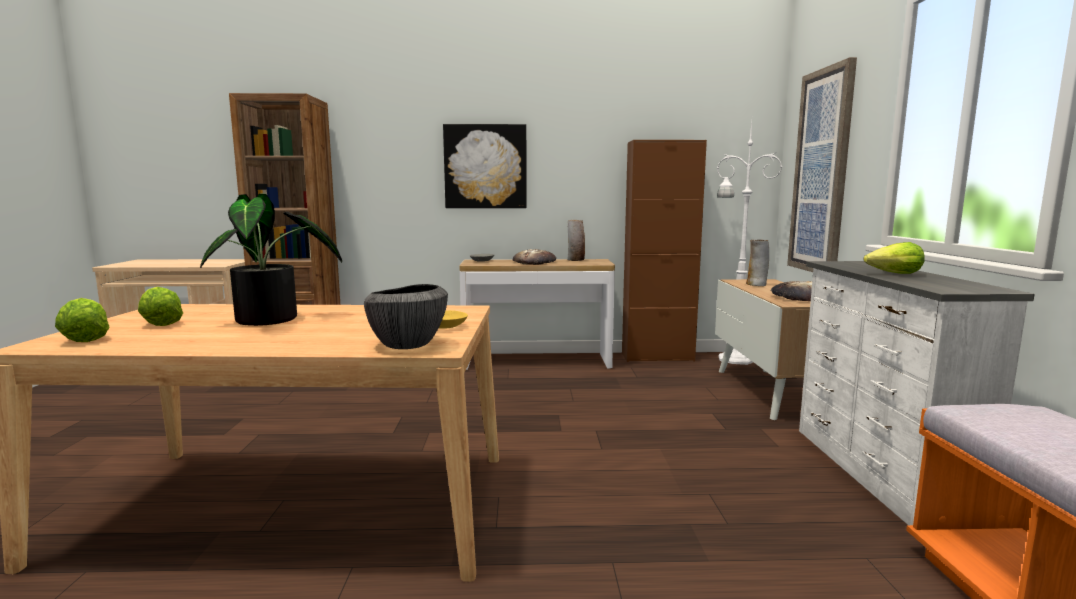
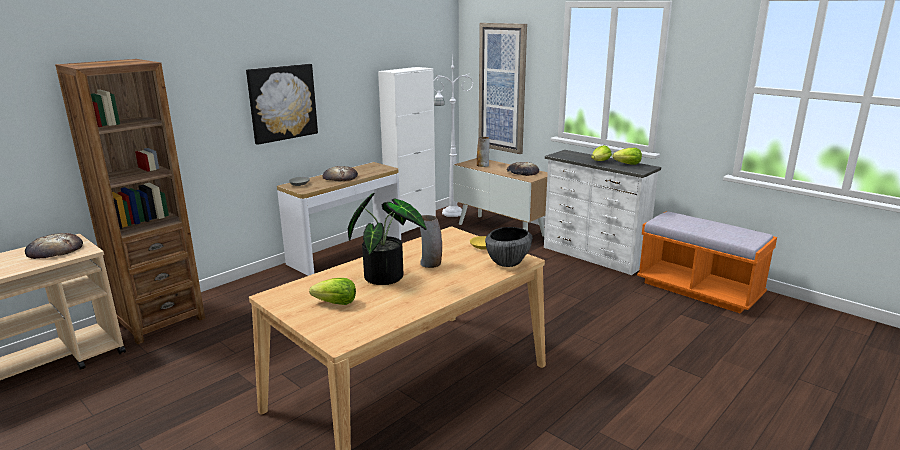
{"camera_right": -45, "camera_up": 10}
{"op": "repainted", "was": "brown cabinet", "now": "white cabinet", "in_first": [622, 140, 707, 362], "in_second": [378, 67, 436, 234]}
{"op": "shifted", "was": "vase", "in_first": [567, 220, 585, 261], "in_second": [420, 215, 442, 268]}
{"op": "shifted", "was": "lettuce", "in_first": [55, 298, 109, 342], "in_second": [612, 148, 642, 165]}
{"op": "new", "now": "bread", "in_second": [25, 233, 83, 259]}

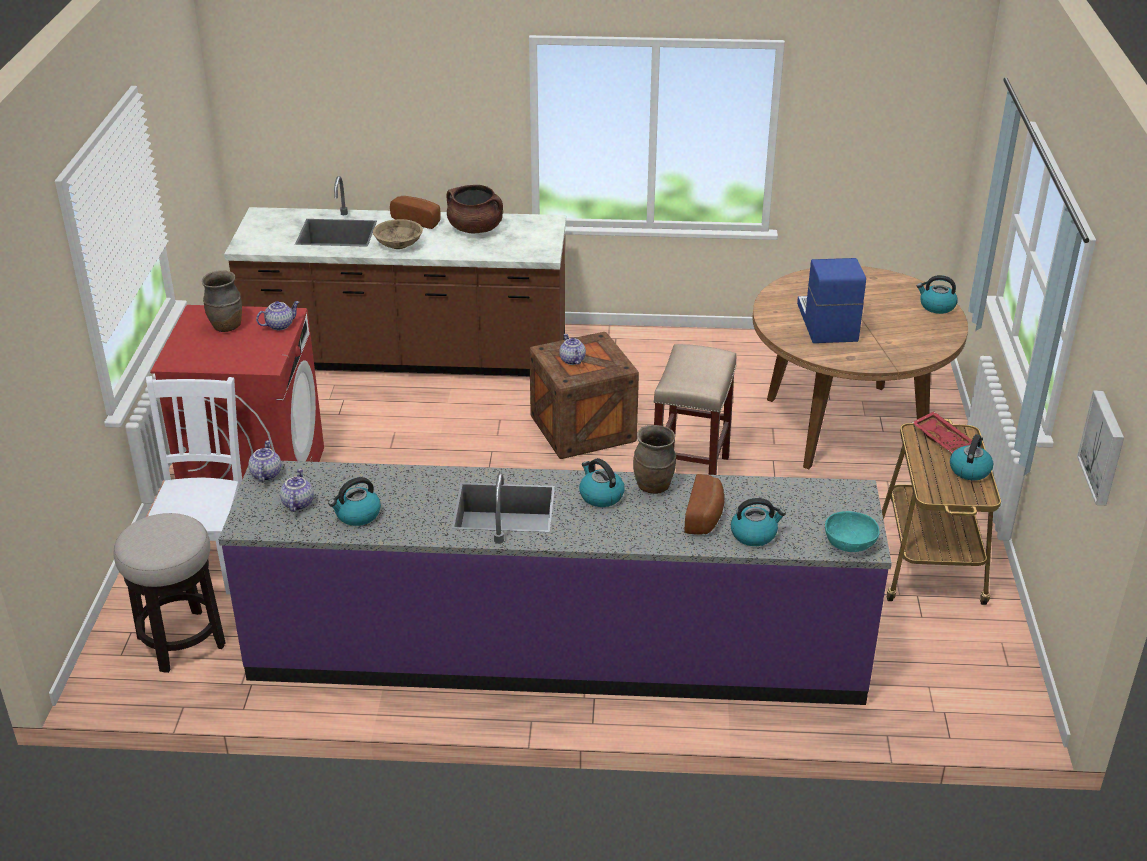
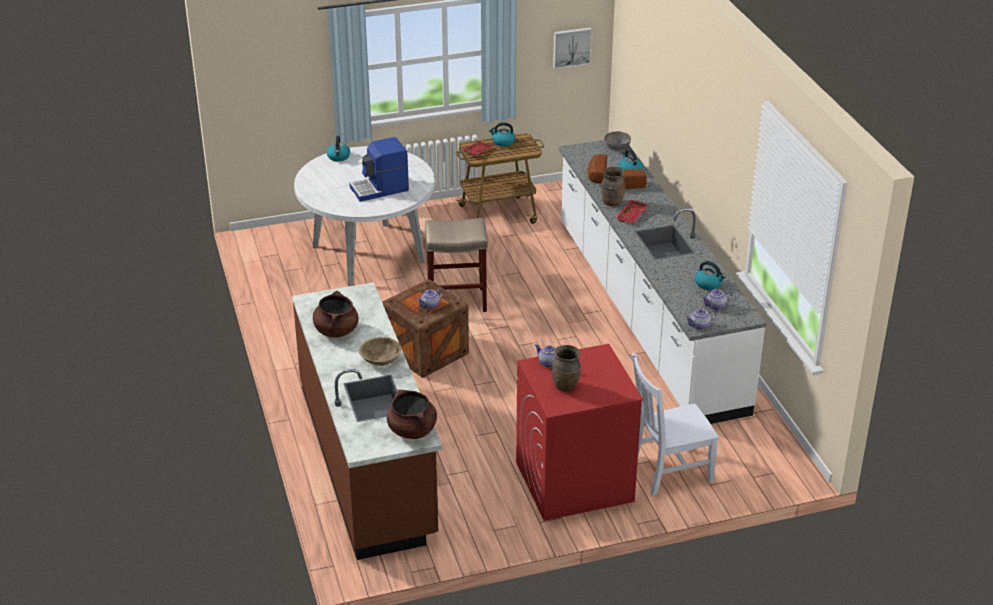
{"camera_right": -110, "camera_up": 0}
{"op": "shifted", "was": "bread", "in_first": [390, 196, 440, 229], "in_second": [587, 154, 607, 184]}
{"op": "repainted", "was": "brown dining table", "now": "white dining table", "in_first": [752, 266, 968, 469], "in_second": [294, 146, 435, 286]}
{"op": "swapped", "was": "kettle", "now": "red tray", "in_first": [579, 458, 625, 507], "in_second": [615, 199, 649, 223]}
{"op": "repainted", "was": "purple counter", "now": "white counter", "in_first": [218, 461, 892, 705], "in_second": [559, 140, 766, 424]}
{"op": "repainted", "was": "turquoise bowl", "now": "grey bowl", "in_first": [825, 511, 880, 552], "in_second": [604, 131, 631, 150]}
{"op": "gone", "was": "stool", "in_first": [114, 513, 226, 673]}
{"op": "new", "now": "brown cooking pot", "in_second": [387, 389, 437, 439]}

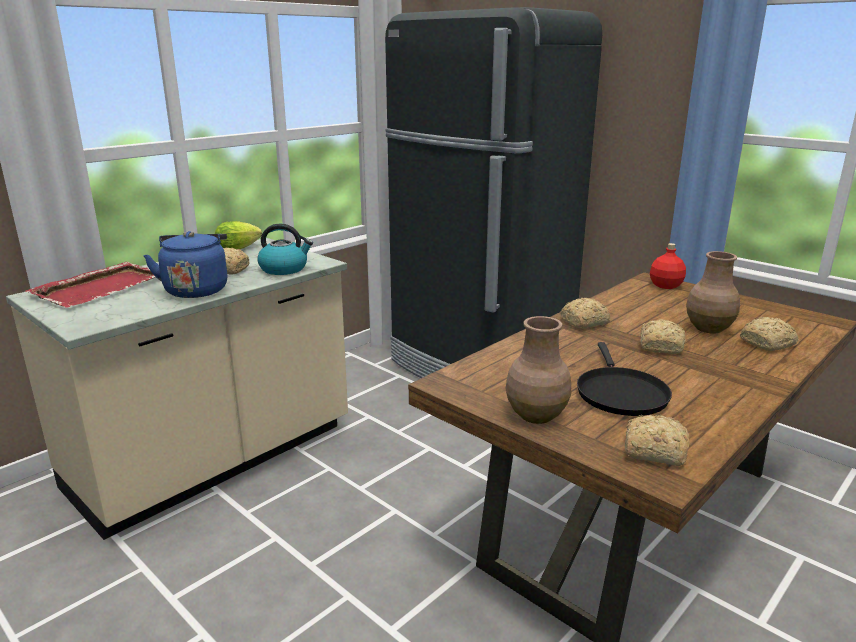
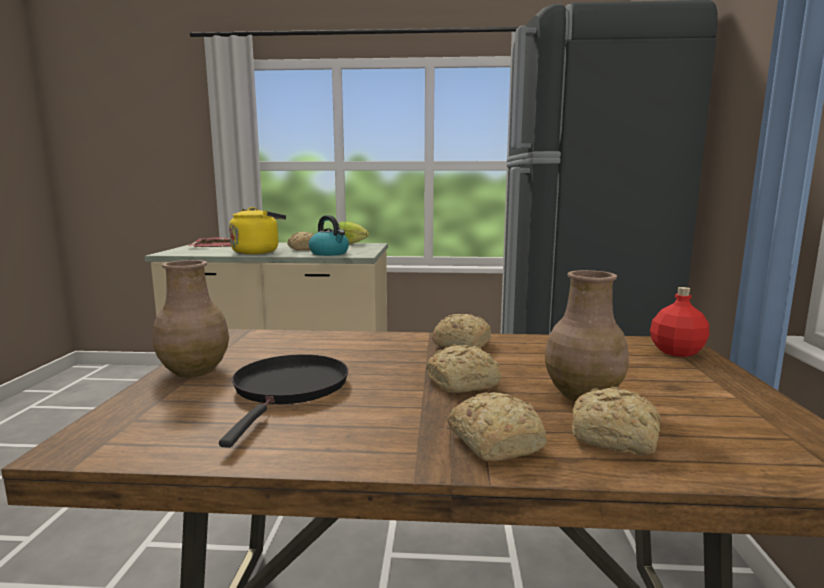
{"camera_right": 50, "camera_up": -10}
{"op": "repainted", "was": "blue kettle", "now": "yellow kettle", "in_first": [143, 231, 228, 298], "in_second": [229, 207, 286, 254]}
{"op": "rotated", "was": "black frying pan", "in_first": [577, 342, 672, 416], "in_second": [219, 354, 348, 448], "clockwise": 135}
{"op": "shifted", "was": "bread", "in_first": [625, 415, 689, 466], "in_second": [447, 392, 547, 461]}

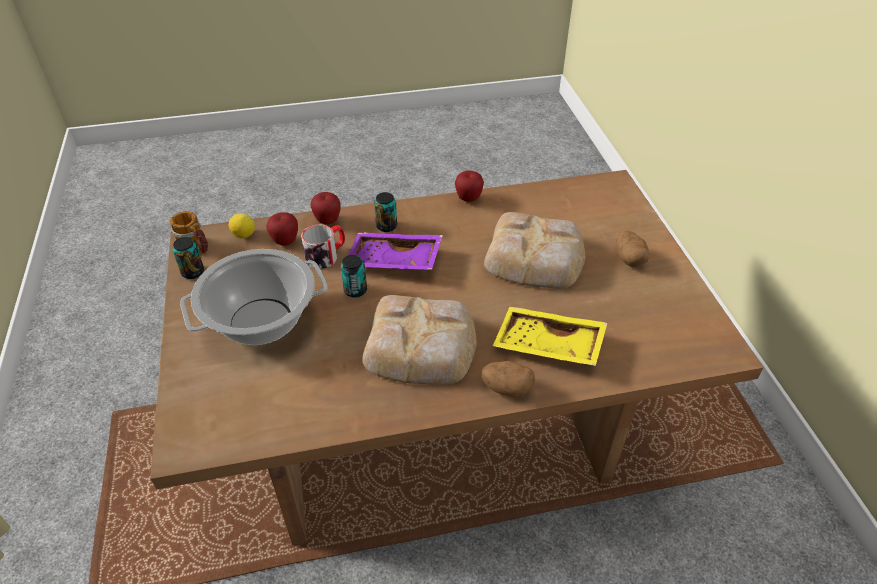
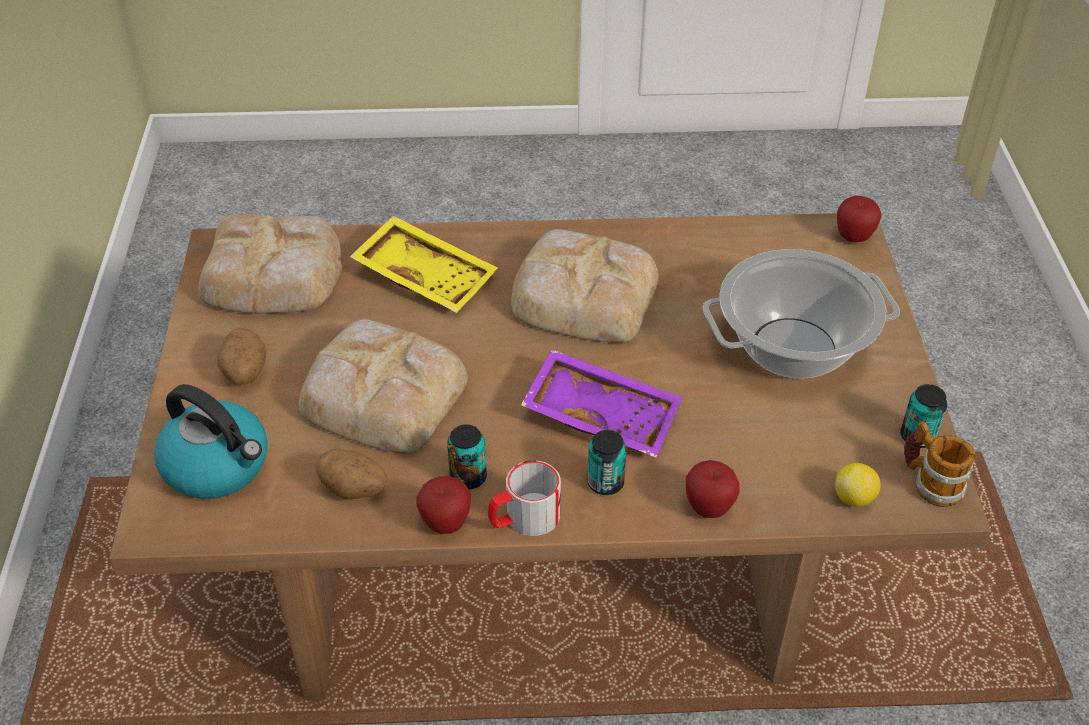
{"camera_right": -170, "camera_up": 0}
{"op": "shifted", "was": "apple", "in_first": [266, 212, 298, 246], "in_second": [837, 196, 882, 242]}
{"op": "shifted", "was": "mug", "in_first": [301, 224, 345, 269], "in_second": [488, 460, 561, 536]}
{"op": "shifted", "was": "can", "in_first": [341, 255, 367, 297], "in_second": [447, 424, 487, 490]}
{"op": "shifted", "was": "potato", "in_first": [482, 361, 535, 397], "in_second": [315, 449, 388, 499]}
{"op": "new", "now": "bread", "in_second": [198, 215, 343, 314]}
{"op": "new", "now": "kettle", "in_second": [154, 384, 268, 499]}

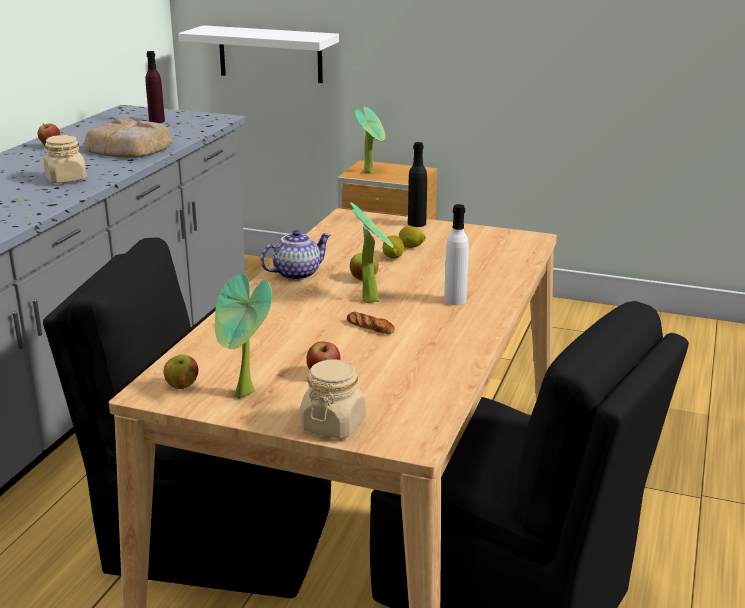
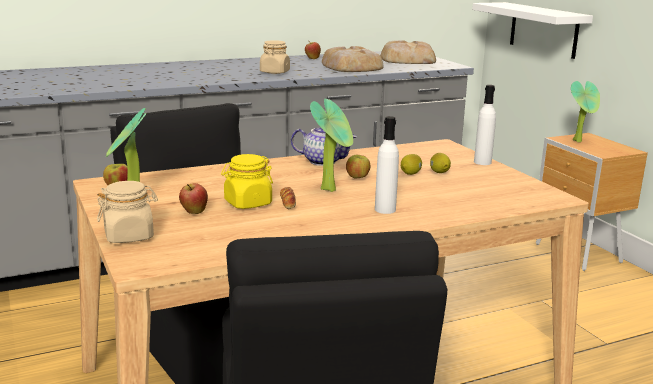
{"camera_right": 45, "camera_up": -5}
{"op": "swapped", "was": "purple bottle", "now": "bread", "in_first": [145, 51, 165, 123], "in_second": [380, 40, 436, 64]}
{"op": "repainted", "was": "black bottle", "now": "white bottle", "in_first": [408, 142, 427, 227], "in_second": [474, 85, 496, 165]}
{"op": "new", "now": "yellow jar", "in_second": [221, 154, 273, 209]}

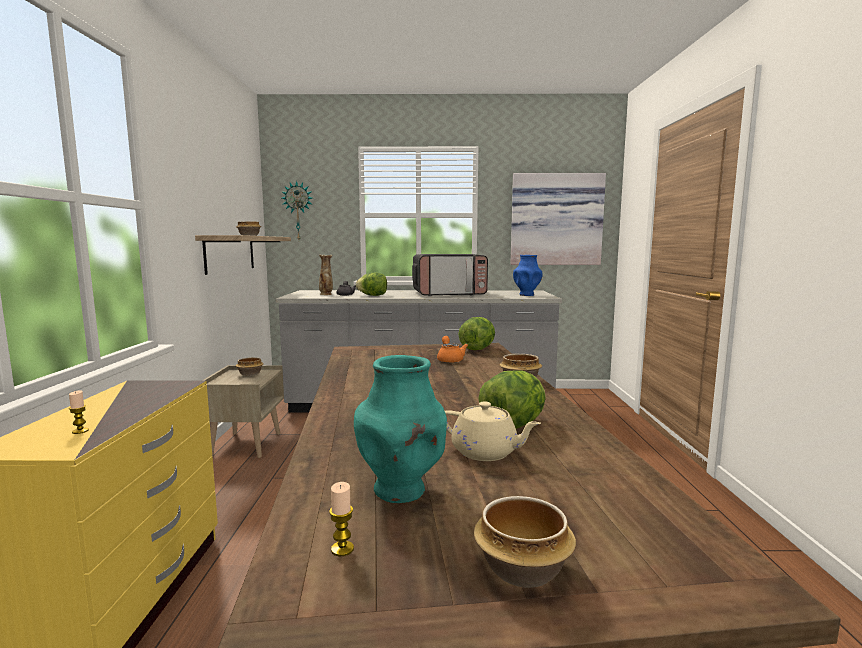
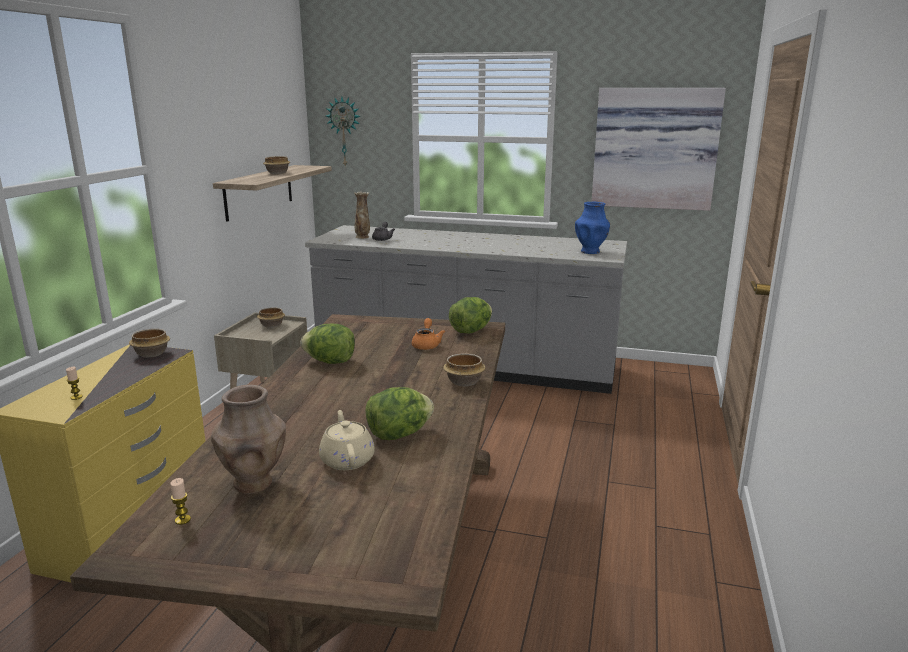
{"camera_right": 15, "camera_up": 10}
{"op": "gone", "was": "microwave", "in_first": [412, 254, 488, 296]}
{"op": "shifted", "was": "lettuce", "in_first": [356, 273, 387, 296], "in_second": [300, 324, 355, 364]}
{"op": "repainted", "was": "turquoise vase", "now": "brown vase", "in_first": [354, 355, 447, 503], "in_second": [211, 385, 286, 494]}
{"op": "rotated", "was": "beige teapot", "in_first": [445, 402, 541, 461], "in_second": [319, 410, 375, 470], "clockwise": -150}
{"op": "shifted", "was": "bowl", "in_first": [474, 496, 576, 588], "in_second": [129, 329, 170, 358]}

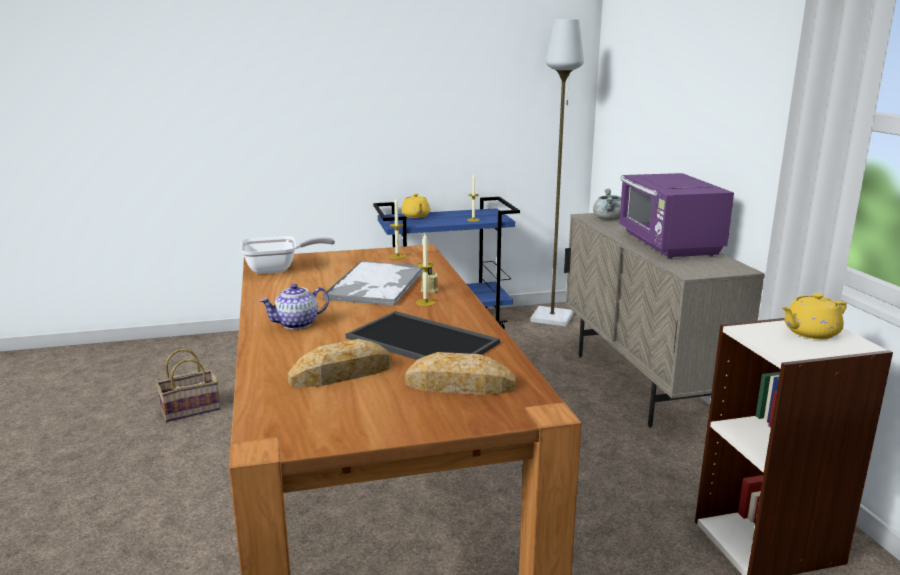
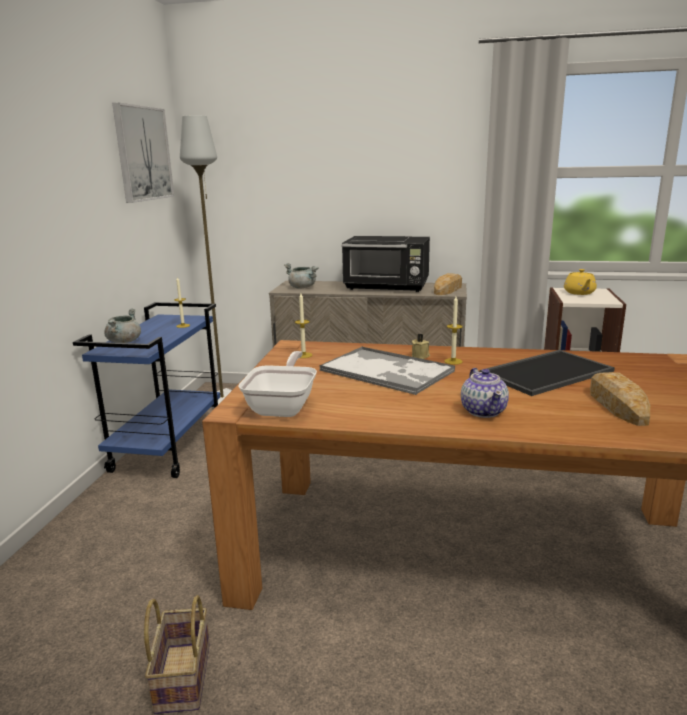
{"camera_right": -65, "camera_up": 0}
{"op": "repainted", "was": "purple microwave", "now": "black microwave", "in_first": [619, 173, 734, 259], "in_second": [342, 236, 430, 292]}
{"op": "swapped", "was": "yellow teapot", "now": "grey cooking pot", "in_first": [401, 193, 430, 218], "in_second": [104, 308, 141, 343]}
{"op": "shifted", "was": "bread", "in_first": [405, 352, 516, 395], "in_second": [434, 273, 462, 295]}
{"op": "new", "now": "picture", "in_second": [112, 103, 174, 203]}

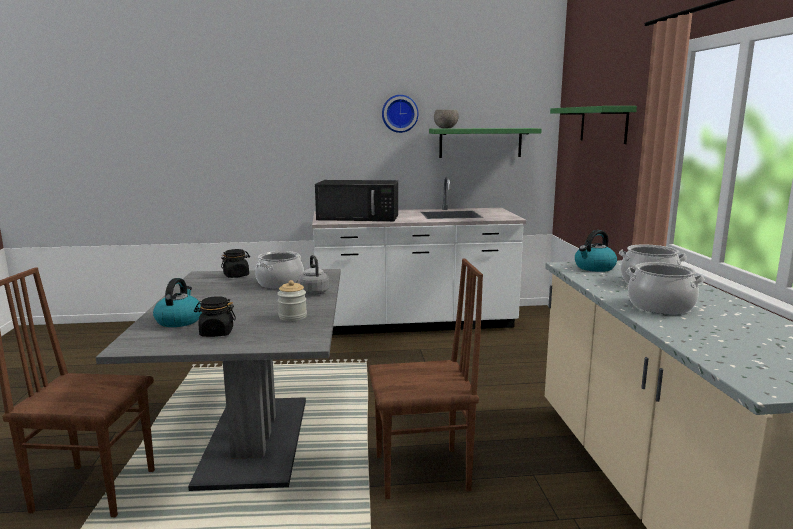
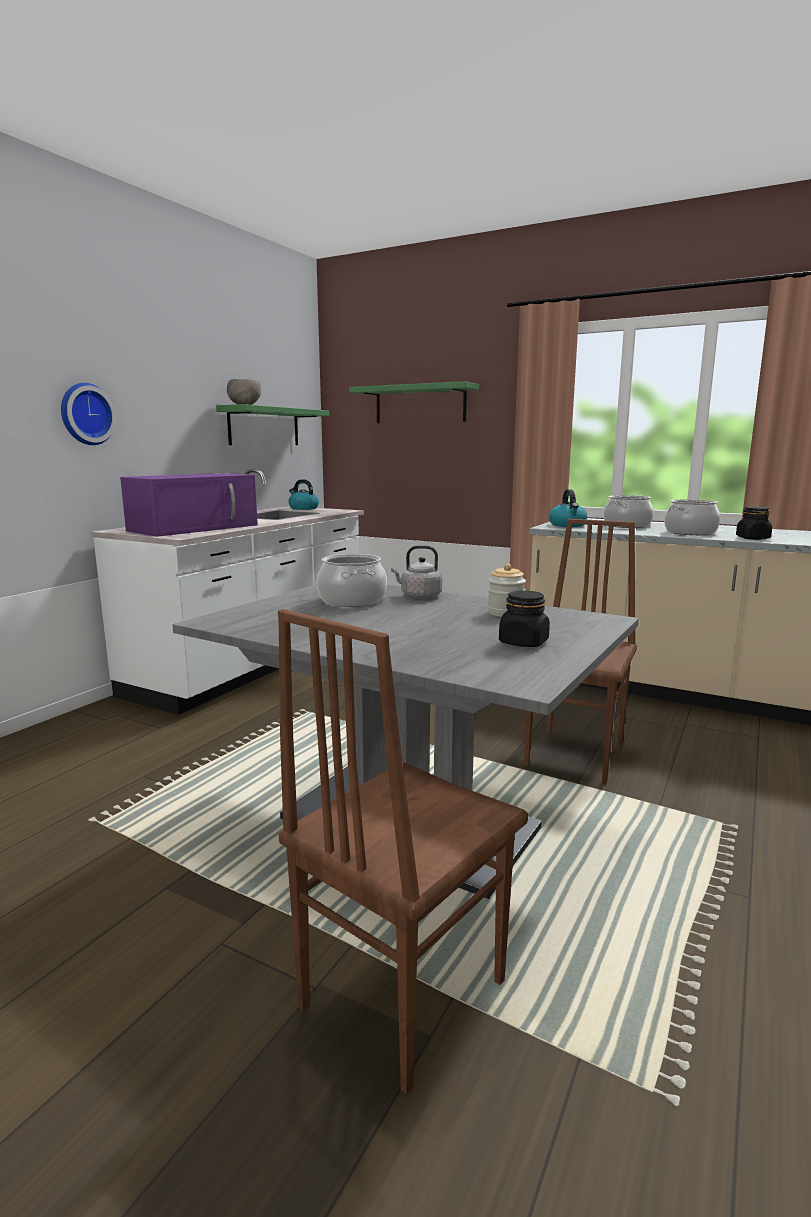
{"camera_right": -55, "camera_up": 0}
{"op": "shifted", "was": "wall clock", "in_first": [382, 95, 418, 133], "in_second": [61, 383, 117, 445]}
{"op": "repainted", "was": "black microwave", "now": "purple microwave", "in_first": [315, 180, 398, 221], "in_second": [120, 473, 258, 537]}
{"op": "shifted", "was": "black jar", "in_first": [221, 249, 250, 278], "in_second": [736, 506, 772, 540]}
{"op": "shifted", "was": "kettle", "in_first": [153, 278, 202, 327], "in_second": [288, 479, 319, 510]}

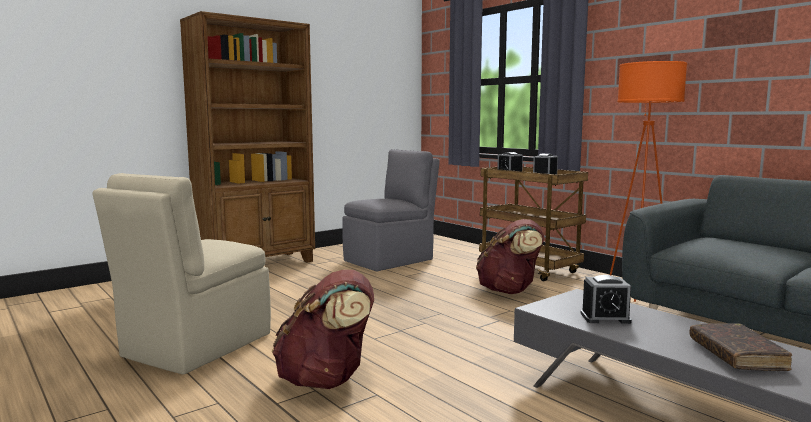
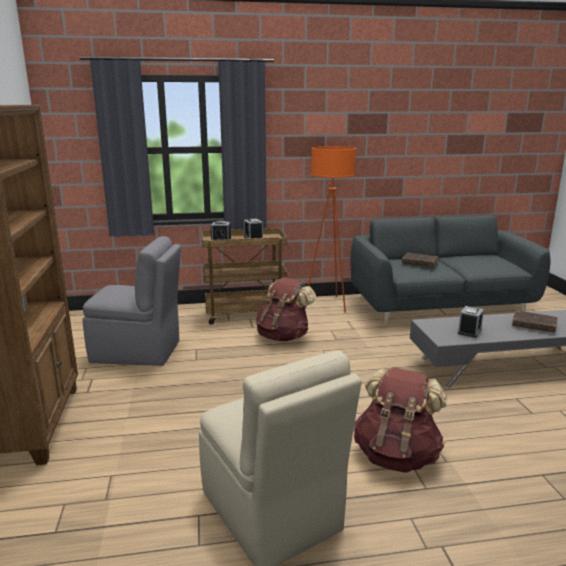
{"camera_right": -60, "camera_up": 10}
{"op": "rotated", "was": "grey chair", "in_first": [343, 149, 440, 272], "in_second": [82, 236, 181, 366], "clockwise": 105}
{"op": "new", "now": "brown book", "in_second": [402, 253, 438, 267]}

